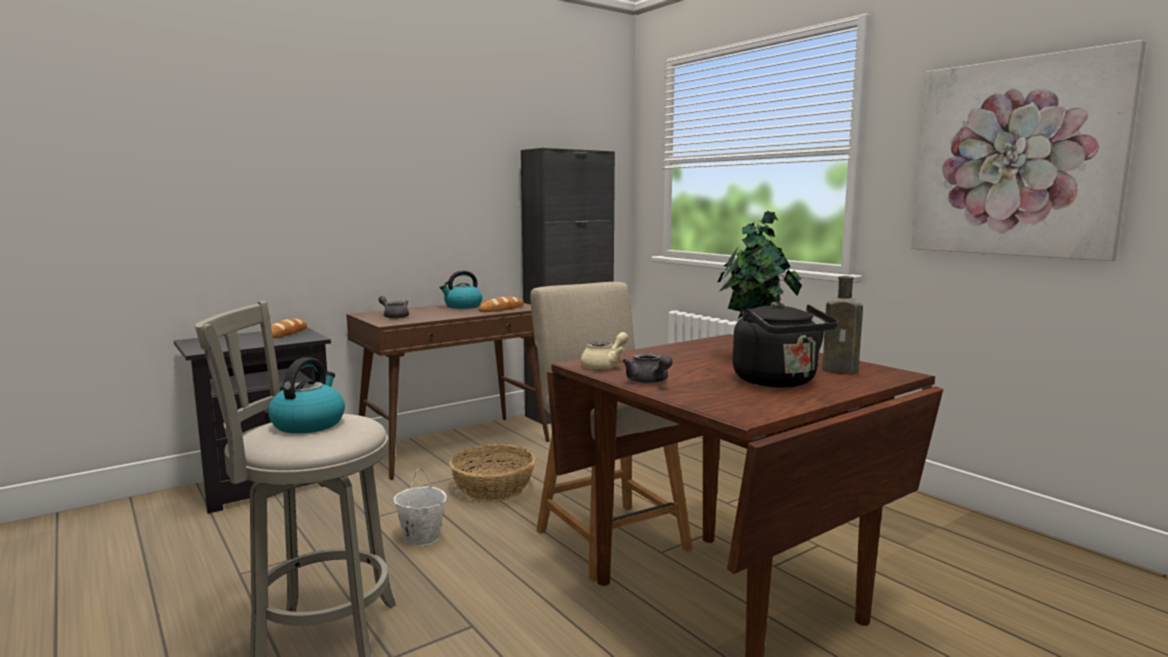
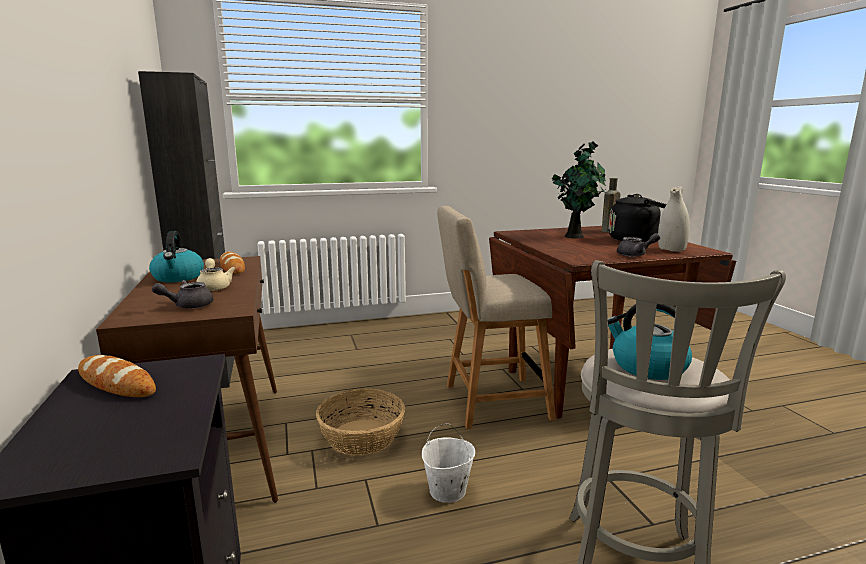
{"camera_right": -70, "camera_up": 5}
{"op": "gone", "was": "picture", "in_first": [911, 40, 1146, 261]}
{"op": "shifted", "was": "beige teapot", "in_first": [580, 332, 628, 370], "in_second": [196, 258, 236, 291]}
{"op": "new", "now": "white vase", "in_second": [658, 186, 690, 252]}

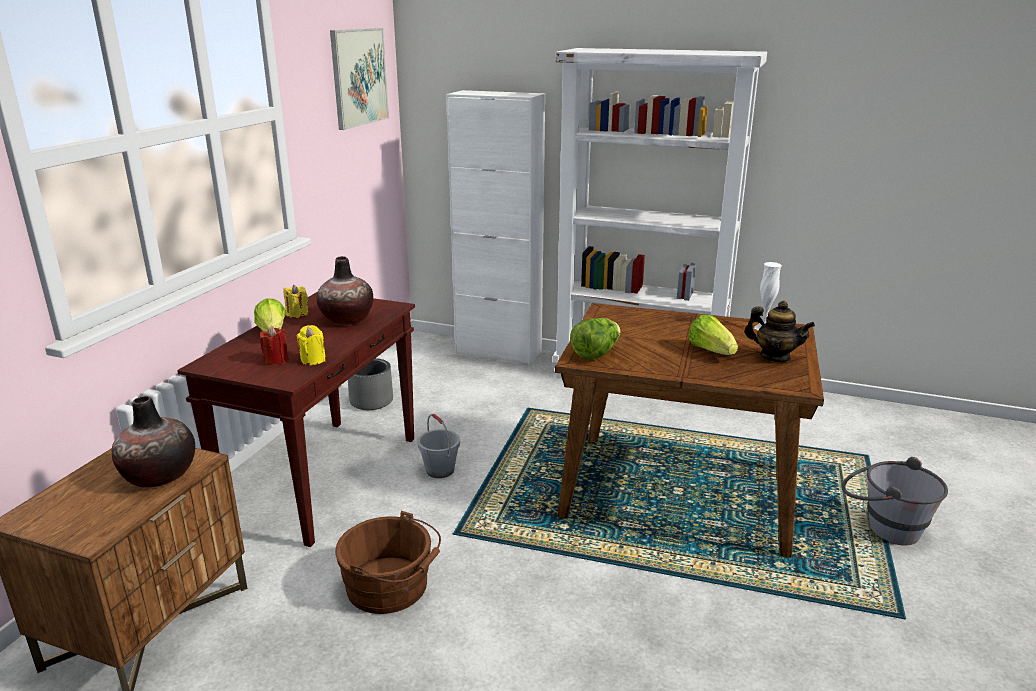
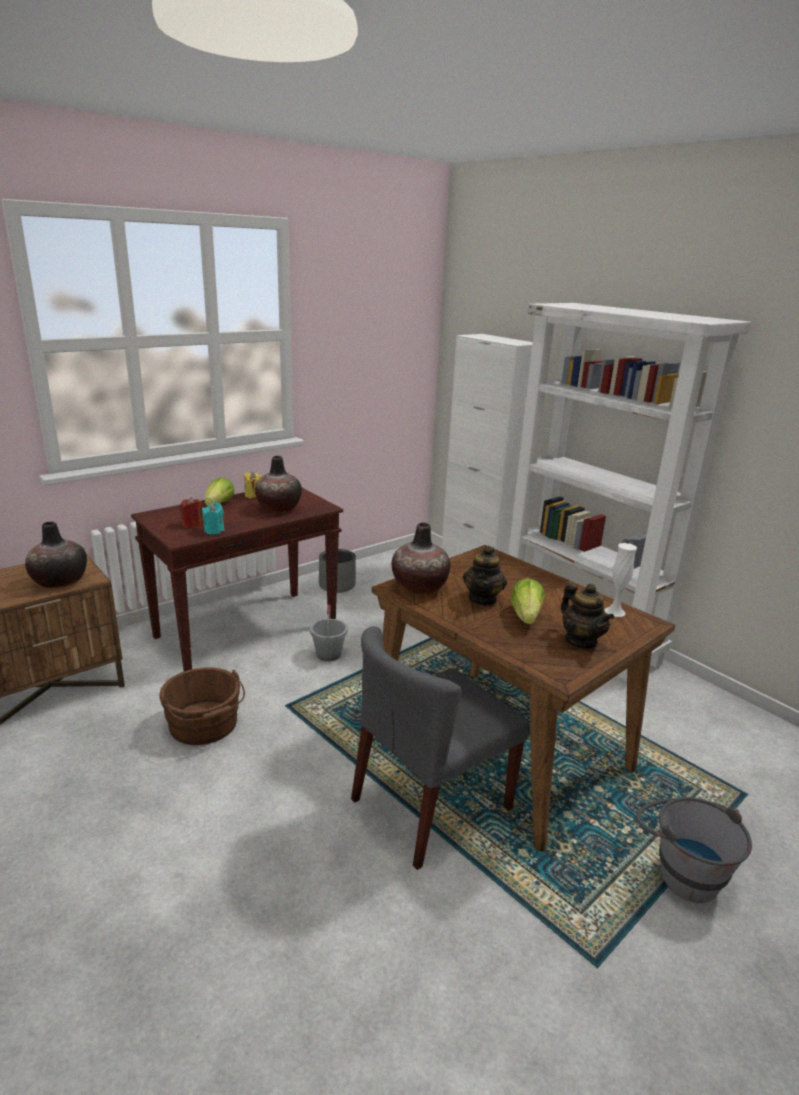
{"camera_right": 30, "camera_up": 0}
{"op": "gone", "was": "picture", "in_first": [330, 28, 389, 130]}
{"op": "swapped", "was": "lettuce", "now": "vase", "in_first": [570, 318, 621, 360], "in_second": [392, 522, 450, 595]}
{"op": "repainted", "was": "yellow candle", "now": "turquoise candle", "in_first": [297, 325, 326, 365], "in_second": [202, 502, 225, 534]}
{"op": "new", "now": "teapot", "in_second": [463, 546, 507, 606]}
{"op": "new", "now": "grey chair", "in_second": [351, 626, 530, 870]}

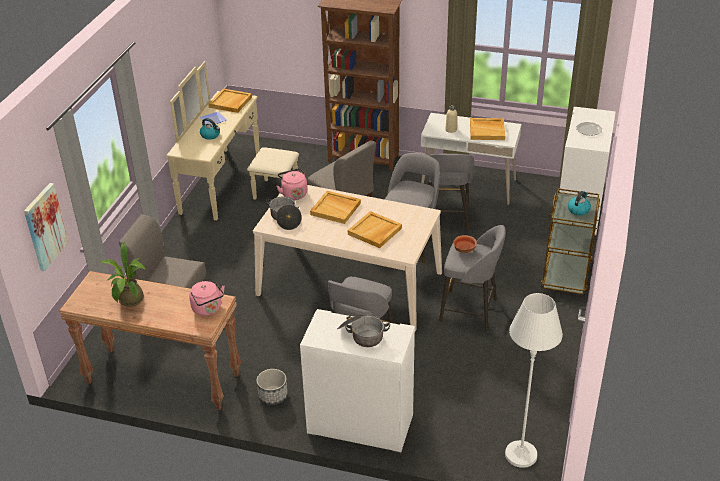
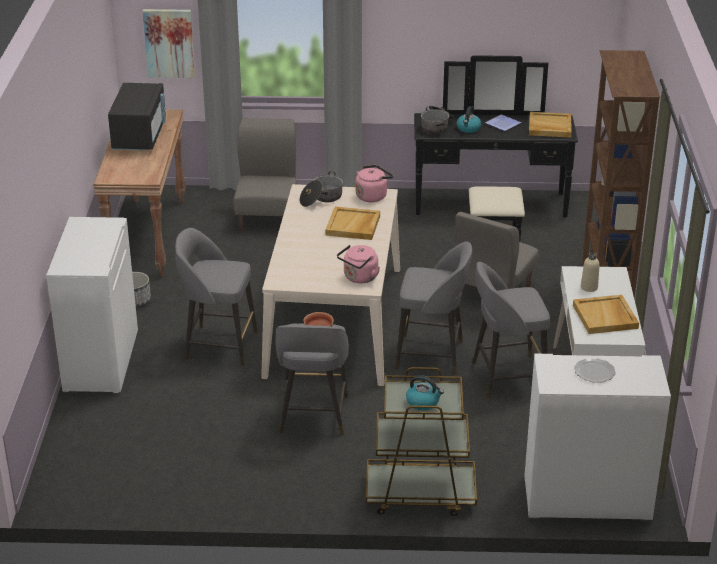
{"camera_right": 75, "camera_up": -5}
{"op": "repainted", "was": "beige dresser", "now": "black dresser", "in_first": [167, 61, 299, 220], "in_second": [414, 55, 578, 238]}
{"op": "gone", "was": "beige tray", "in_first": [348, 211, 402, 248]}
{"op": "swapped", "was": "potted plant", "now": "black microwave", "in_first": [99, 241, 146, 307], "in_second": [108, 83, 166, 151]}
{"op": "shifted", "was": "pink kettle", "in_first": [189, 281, 225, 316], "in_second": [337, 245, 380, 283]}
{"op": "gone", "was": "white floor lamp", "in_first": [505, 293, 563, 468]}
{"op": "shifted", "was": "cooking pot", "in_first": [337, 315, 390, 347], "in_second": [421, 106, 454, 134]}

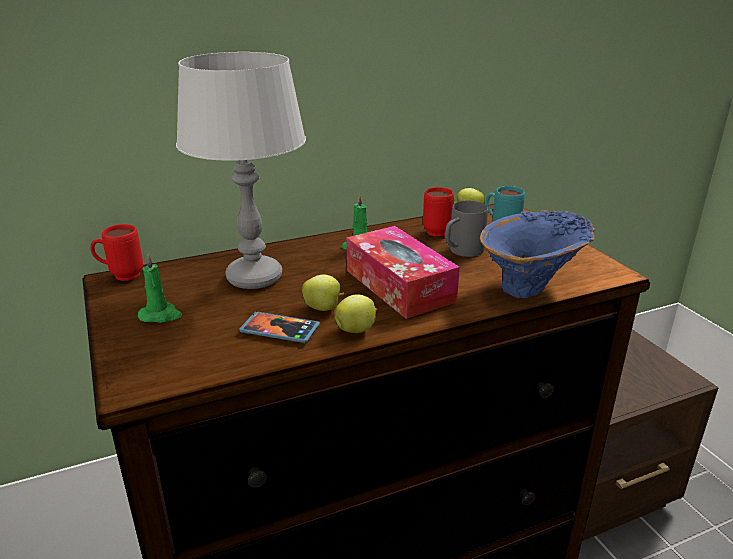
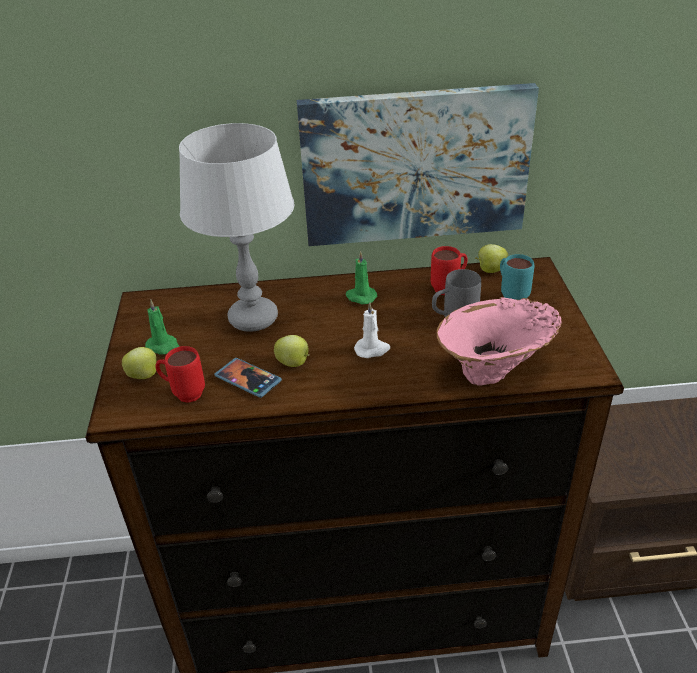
{"camera_right": 20, "camera_up": 10}
{"op": "repainted", "was": "blue vase", "now": "pink vase", "in_first": [480, 210, 595, 298], "in_second": [437, 297, 562, 385]}
{"op": "shifted", "was": "red mug", "in_first": [91, 224, 143, 281], "in_second": [155, 346, 205, 403]}
{"op": "swapped", "was": "tissue box", "now": "white candle", "in_first": [347, 226, 460, 319], "in_second": [354, 302, 390, 358]}
{"op": "shifted", "was": "apple", "in_first": [334, 294, 378, 333], "in_second": [122, 347, 157, 379]}
{"op": "new", "now": "picture", "in_second": [297, 83, 539, 246]}

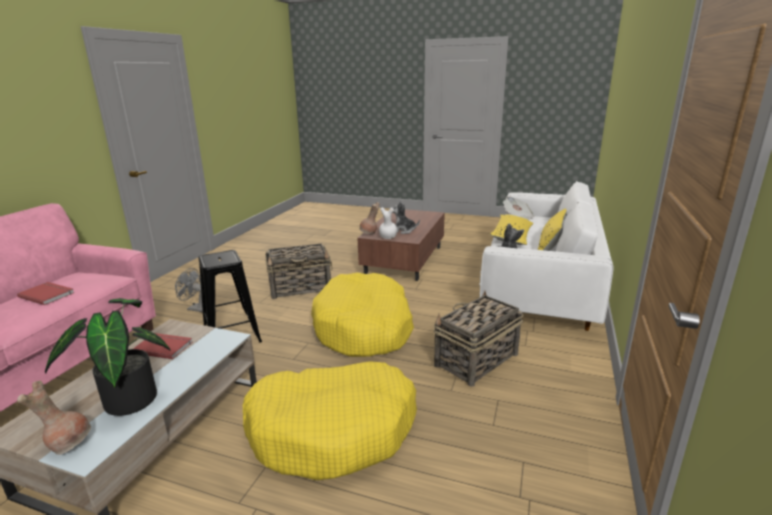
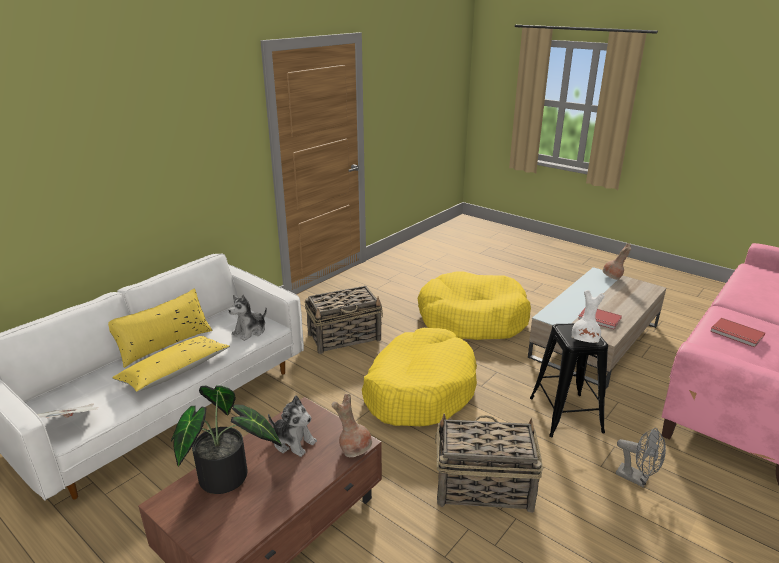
{"camera_right": -160, "camera_up": 5}
{"op": "shifted", "was": "white vase", "in_first": [379, 207, 397, 239], "in_second": [572, 290, 605, 343]}
{"op": "shifted", "was": "potted plant", "in_first": [45, 298, 171, 416], "in_second": [171, 385, 282, 494]}

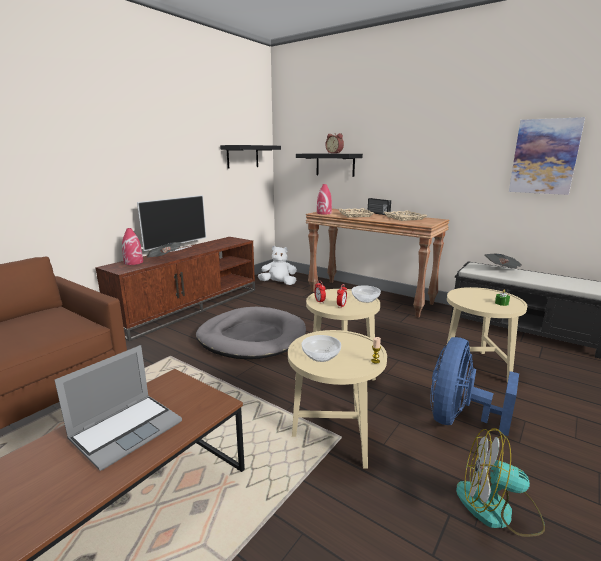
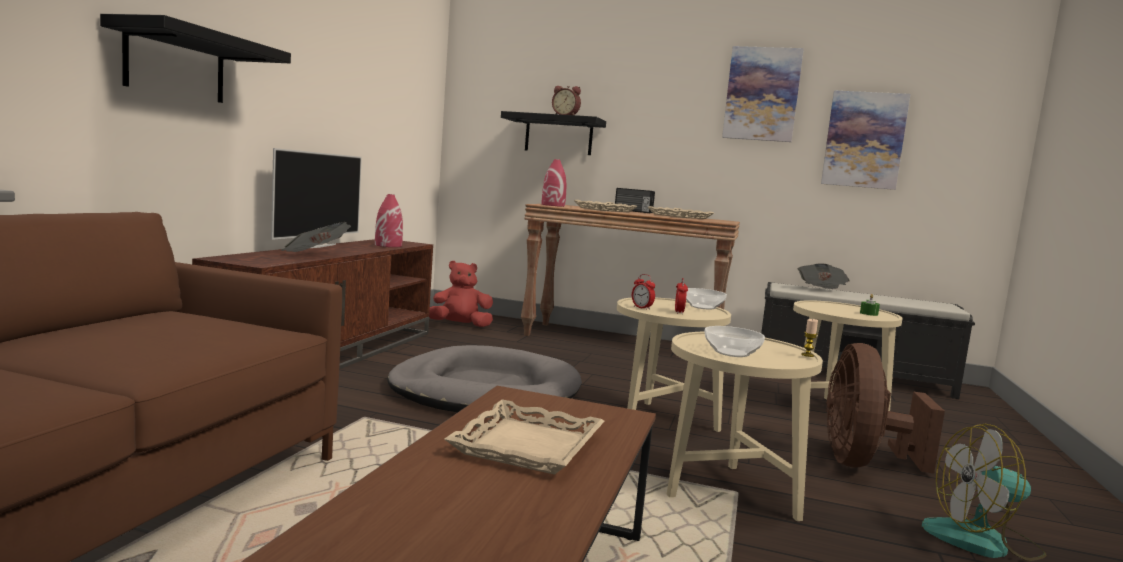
{"camera_right": -20, "camera_up": -10}
{"op": "shifted", "was": "black shelf", "in_first": [220, 145, 281, 168], "in_second": [100, 14, 291, 103]}
{"op": "shifted", "was": "red vase", "in_first": [122, 228, 143, 265], "in_second": [375, 194, 403, 247]}
{"op": "repainted", "was": "white plush toy", "now": "red plush toy", "in_first": [258, 246, 297, 285], "in_second": [429, 261, 493, 327]}
{"op": "repainted", "was": "blue fan", "now": "brown fan", "in_first": [430, 337, 519, 436], "in_second": [826, 343, 945, 473]}
{"op": "swapped", "was": "laptop", "now": "beige tray", "in_first": [54, 345, 182, 471], "in_second": [444, 399, 604, 475]}
{"op": "new", "now": "picture", "in_second": [722, 46, 804, 142]}

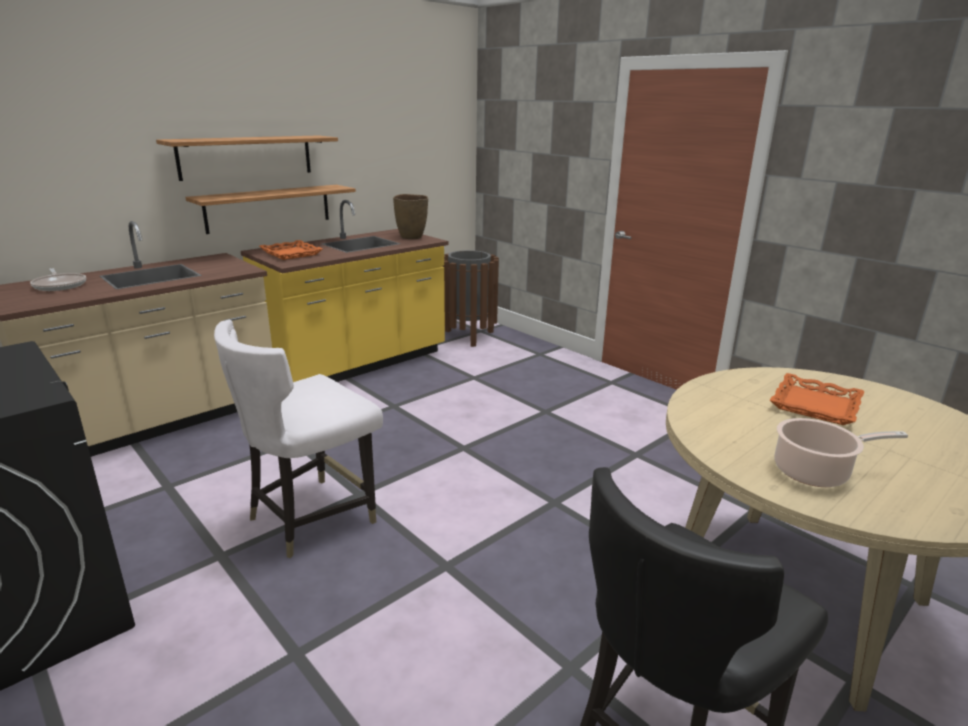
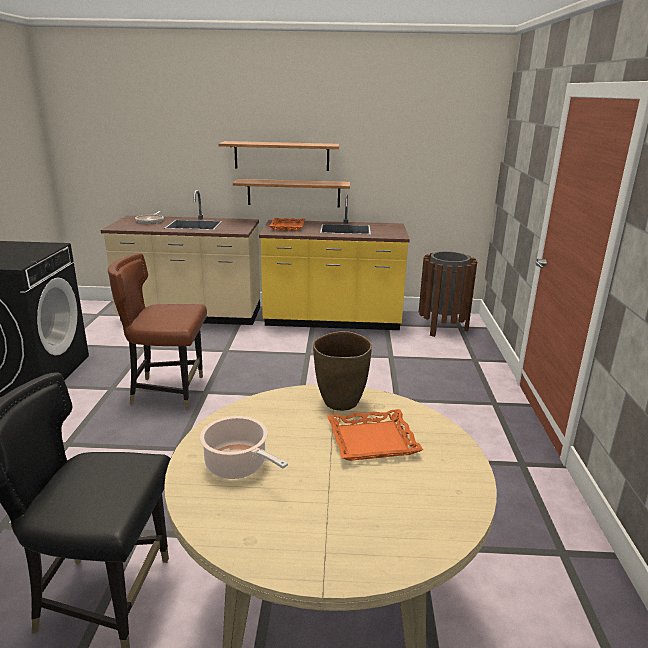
{"camera_right": 45, "camera_up": 0}
{"op": "shifted", "was": "brown vase", "in_first": [393, 194, 428, 239], "in_second": [313, 331, 372, 411]}
{"op": "repainted", "was": "white chair", "now": "brown chair", "in_first": [214, 320, 383, 558], "in_second": [108, 253, 207, 410]}

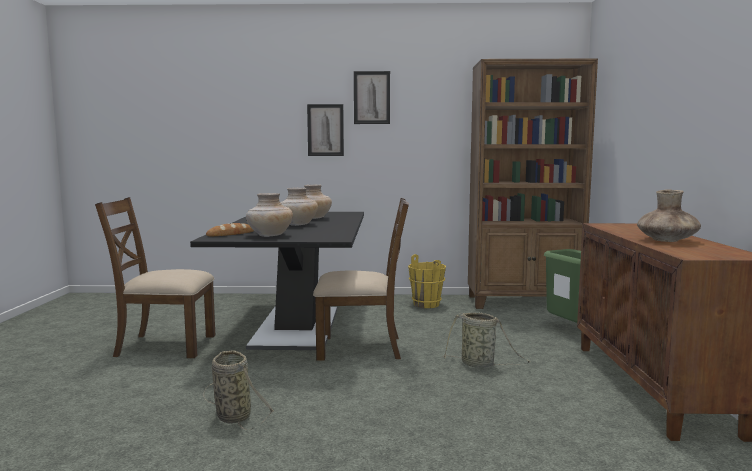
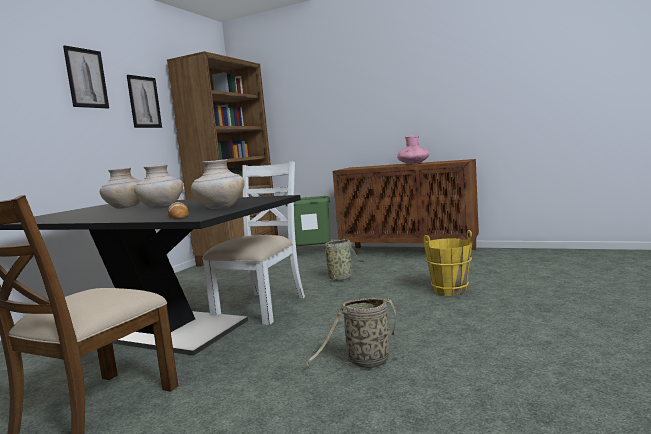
{"camera_right": -65, "camera_up": 0}
{"op": "shifted", "was": "picture", "in_first": [307, 104, 344, 156], "in_second": [127, 75, 162, 128]}
{"op": "repainted", "was": "brown vase", "now": "pink vase", "in_first": [637, 190, 701, 242], "in_second": [397, 135, 430, 165]}
{"op": "repainted", "was": "brown chair", "now": "white chair", "in_first": [313, 198, 409, 360], "in_second": [203, 161, 305, 325]}
{"op": "shifted", "was": "yellow bucket", "in_first": [408, 254, 446, 308], "in_second": [424, 230, 472, 296]}

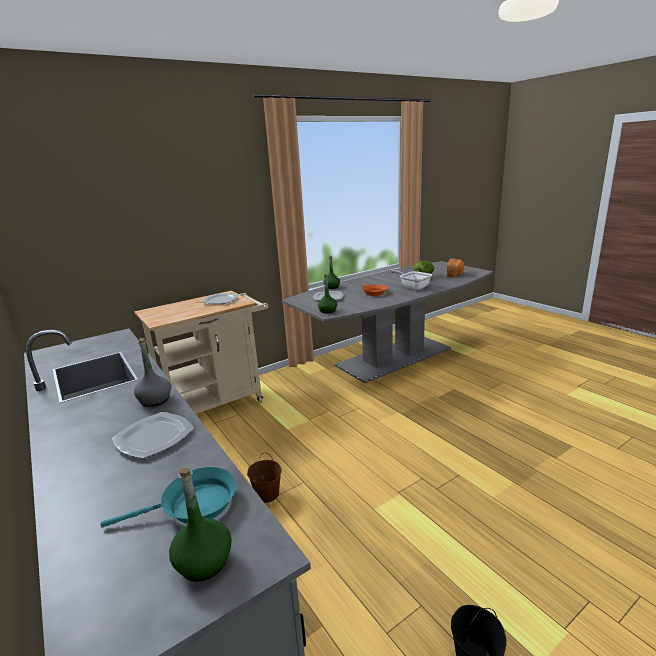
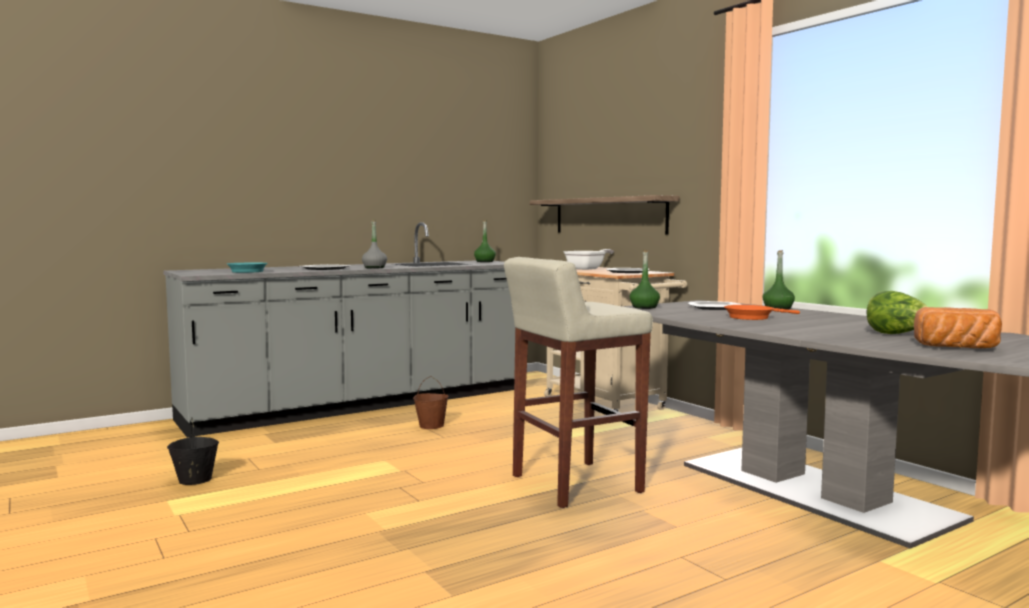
{"camera_right": 90, "camera_up": -15}
{"op": "shifted", "was": "frying pan", "in_first": [390, 270, 432, 290], "in_second": [564, 249, 614, 270]}
{"op": "shifted", "was": "green bottle", "in_first": [169, 468, 232, 582], "in_second": [474, 220, 496, 262]}
{"op": "new", "now": "shelf", "in_second": [530, 195, 680, 235]}
{"op": "new", "now": "beige stool", "in_second": [504, 257, 653, 508]}

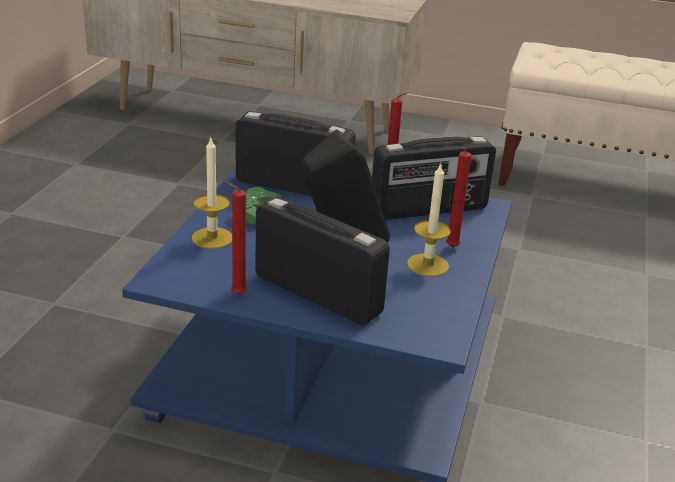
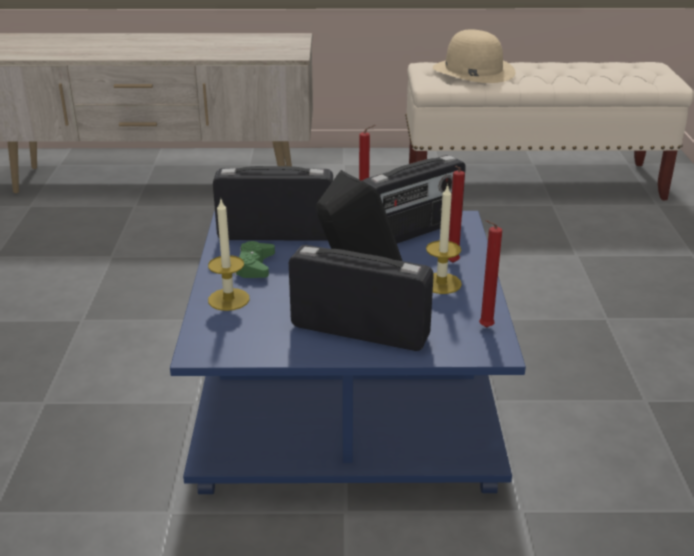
{"camera_right": -15, "camera_up": 0}
{"op": "shifted", "was": "red candle", "in_first": [225, 181, 247, 294], "in_second": [479, 220, 502, 328]}
{"op": "new", "now": "beige hat", "in_second": [433, 30, 516, 83]}

